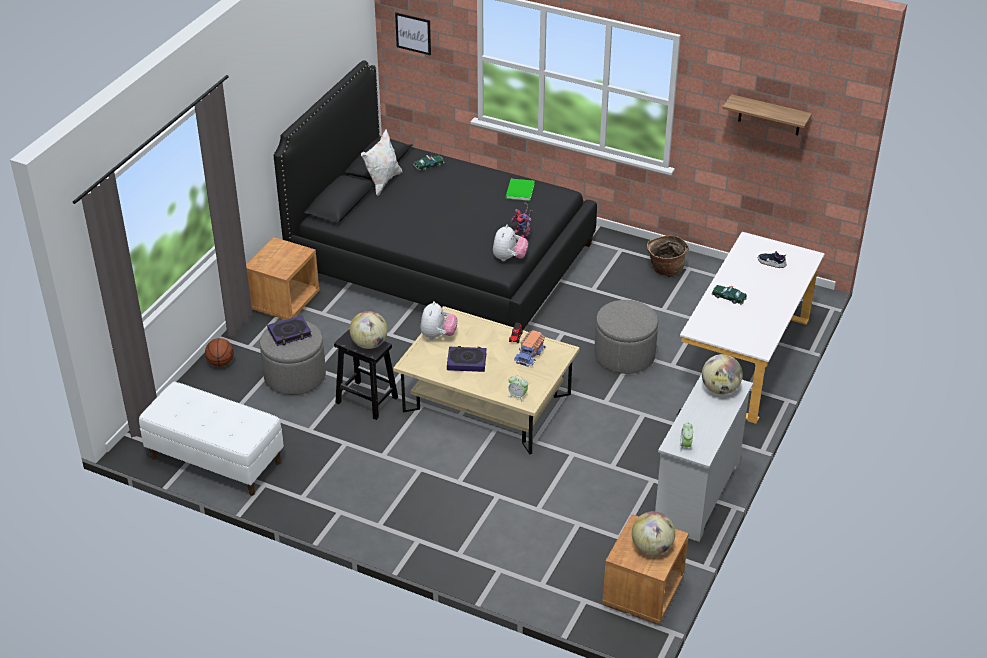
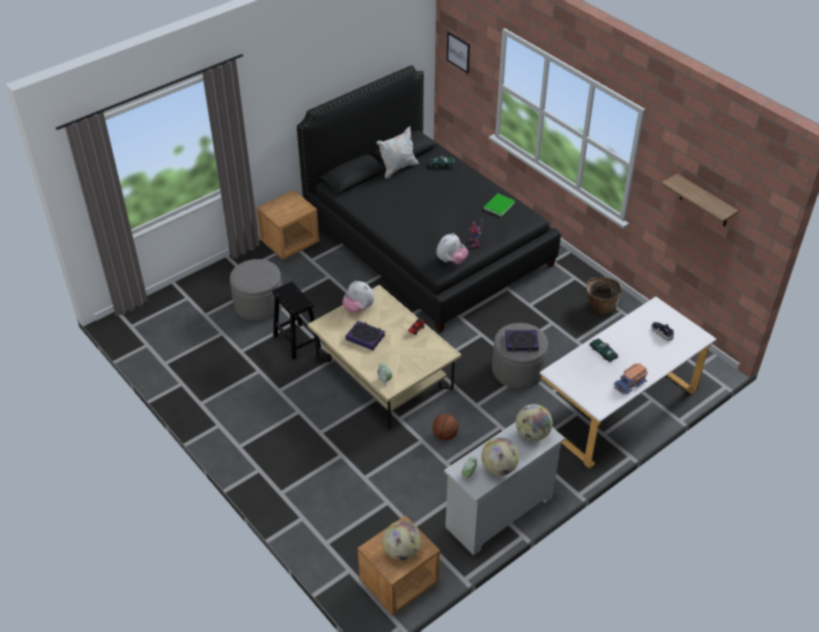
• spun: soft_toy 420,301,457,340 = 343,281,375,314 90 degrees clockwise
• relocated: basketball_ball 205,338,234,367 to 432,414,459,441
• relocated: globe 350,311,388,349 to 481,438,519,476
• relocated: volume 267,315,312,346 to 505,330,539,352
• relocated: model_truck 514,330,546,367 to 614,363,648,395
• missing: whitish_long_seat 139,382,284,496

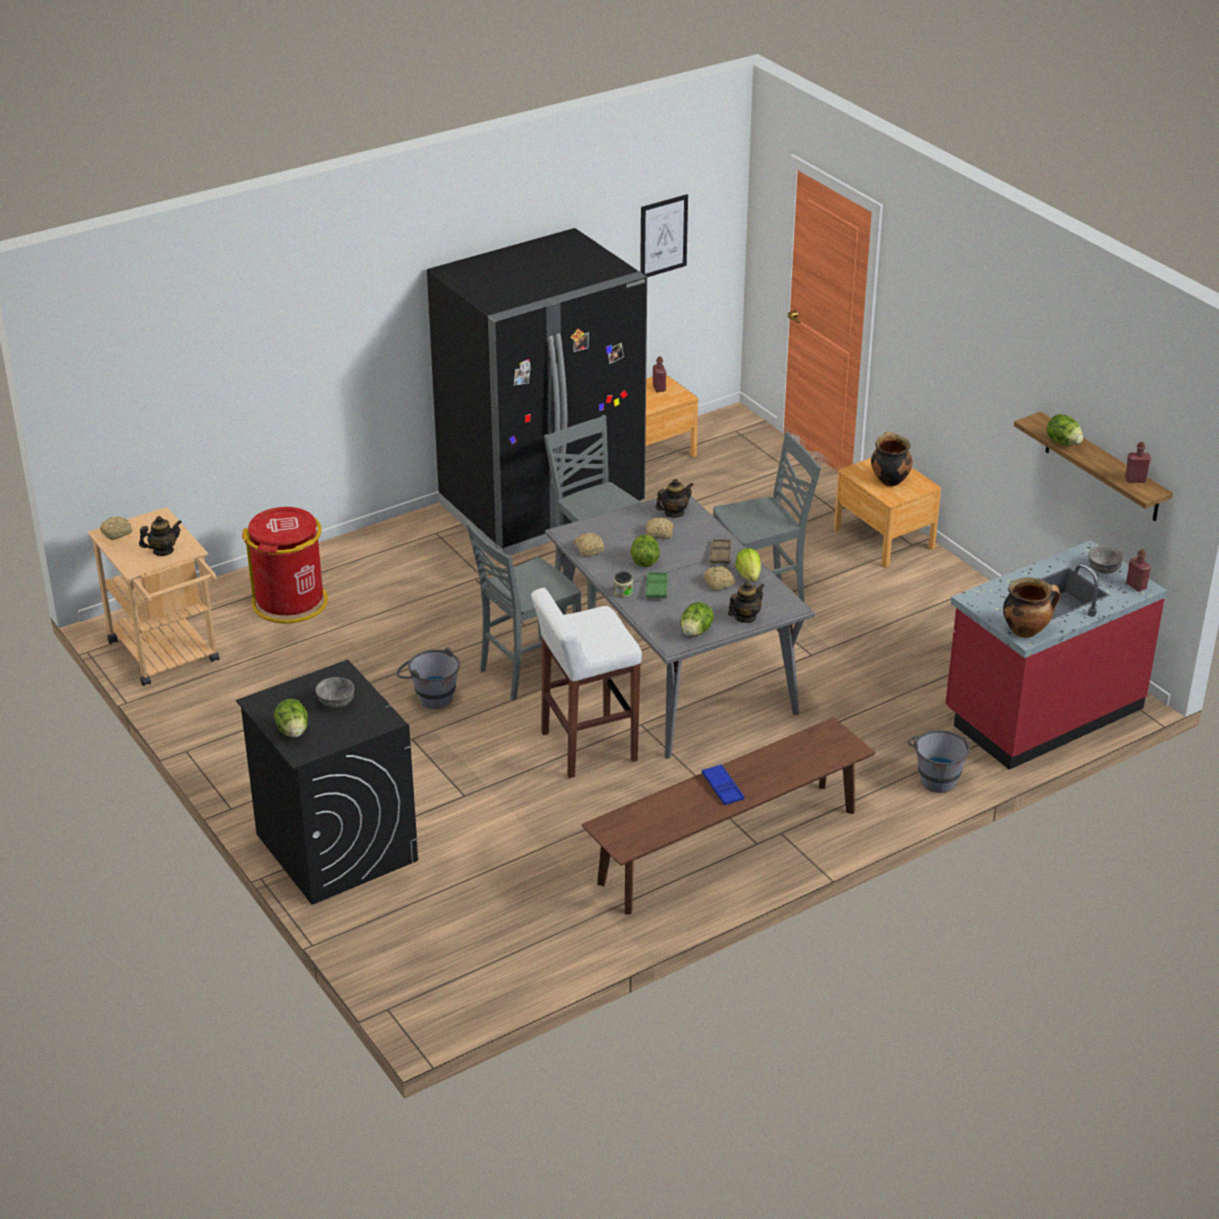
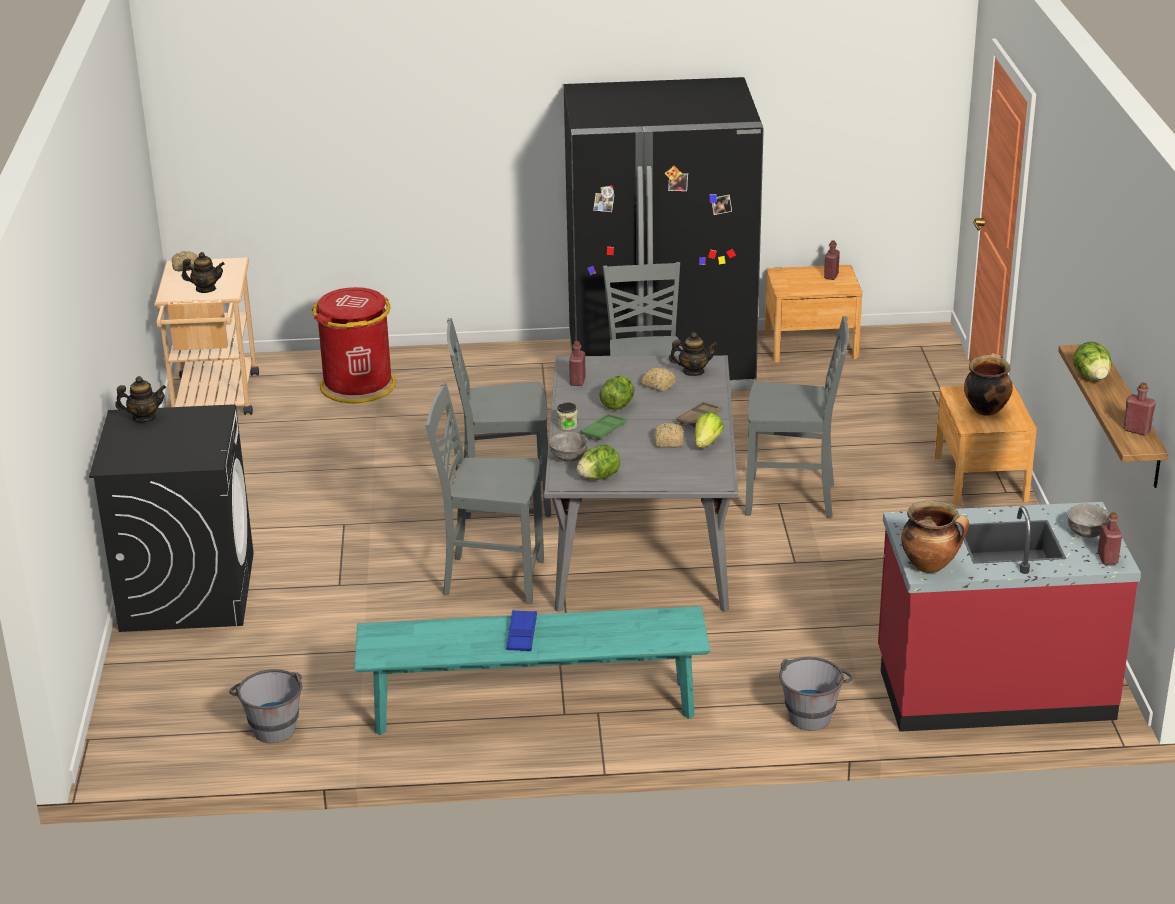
• relocated: pot_for_tea 728,581,765,623 to 115,376,166,423
• relocated: gray_bucket 396,647,460,709 to 229,669,302,744
• colour: brown_long_seat 581,717,875,914 to blue-green_long_seat 354,606,710,735
• exchanged: whitish_sitting_stool 531,588,642,778 to gray_chair 425,383,544,604
• relocated: gray_bowl 316,677,354,708 to 549,432,588,462
• exchanged: bakery_bread 574,533,604,556 to red_bottle 569,341,586,386
• missing: head_of_lettuce 274,699,308,738
• missing: picture 640,194,688,277

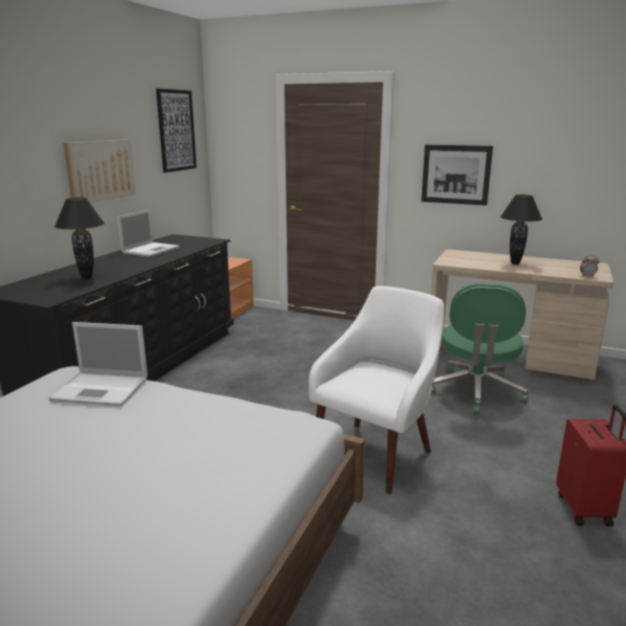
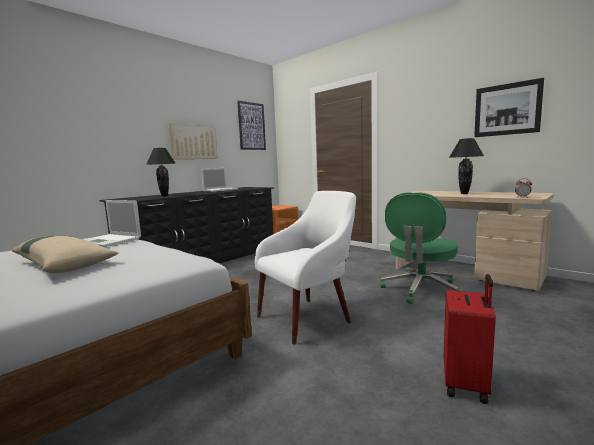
• appeared: beige_pillow 12,236,118,273
• relocated: picture 421,145,493,205 to 474,78,544,137

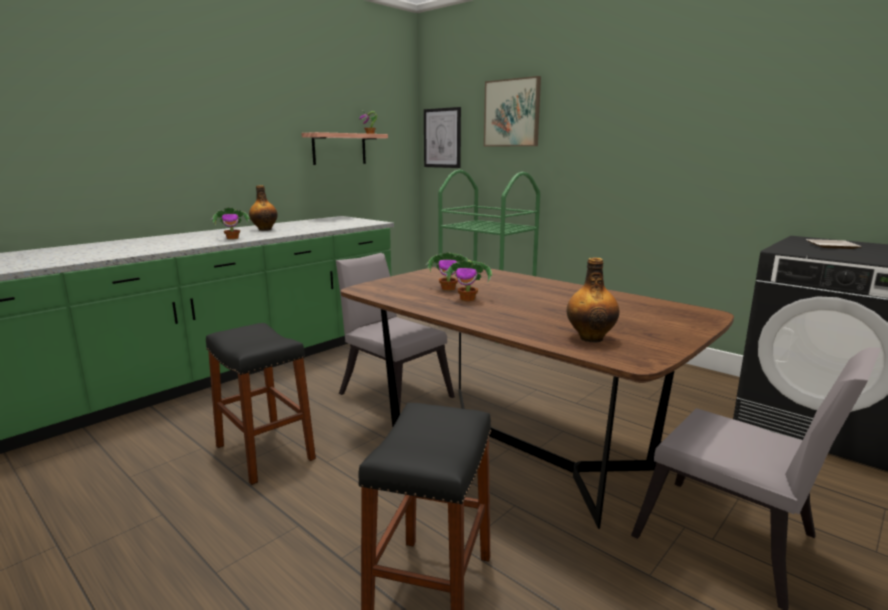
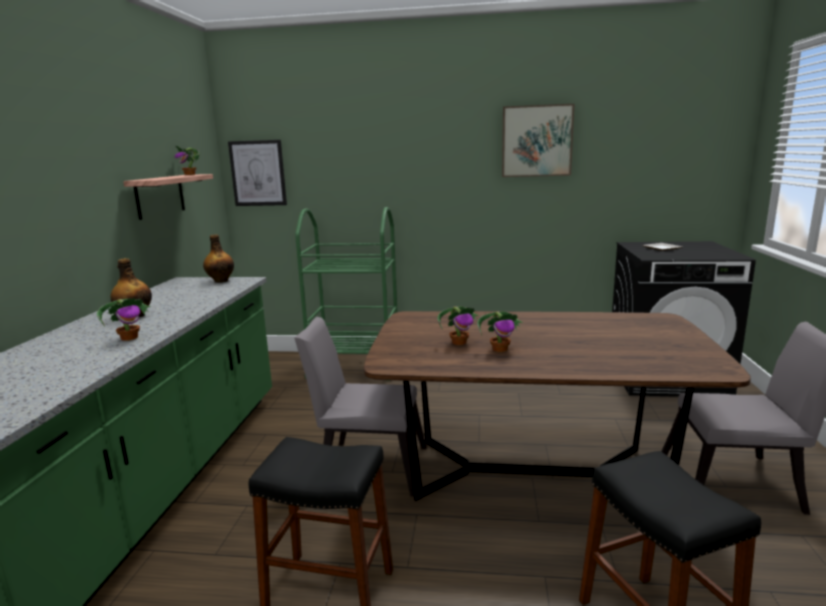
• relocated: bottle 567,258,620,343 to 203,234,234,283
• relocated: picture 484,76,541,146 to 502,104,575,177

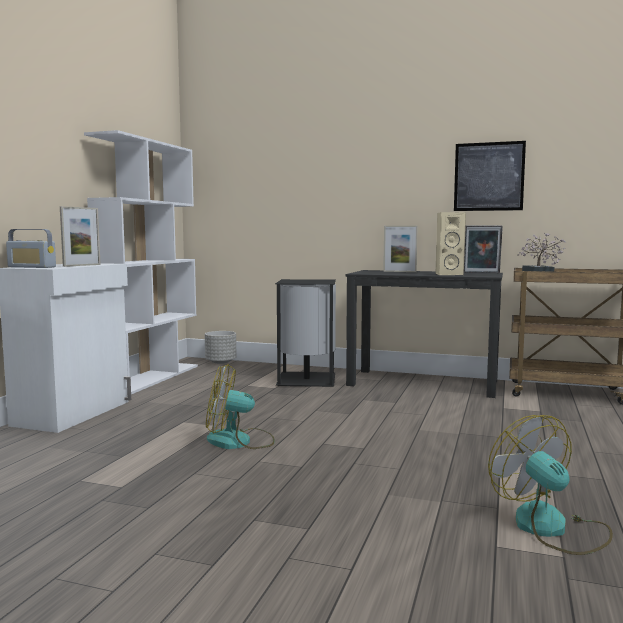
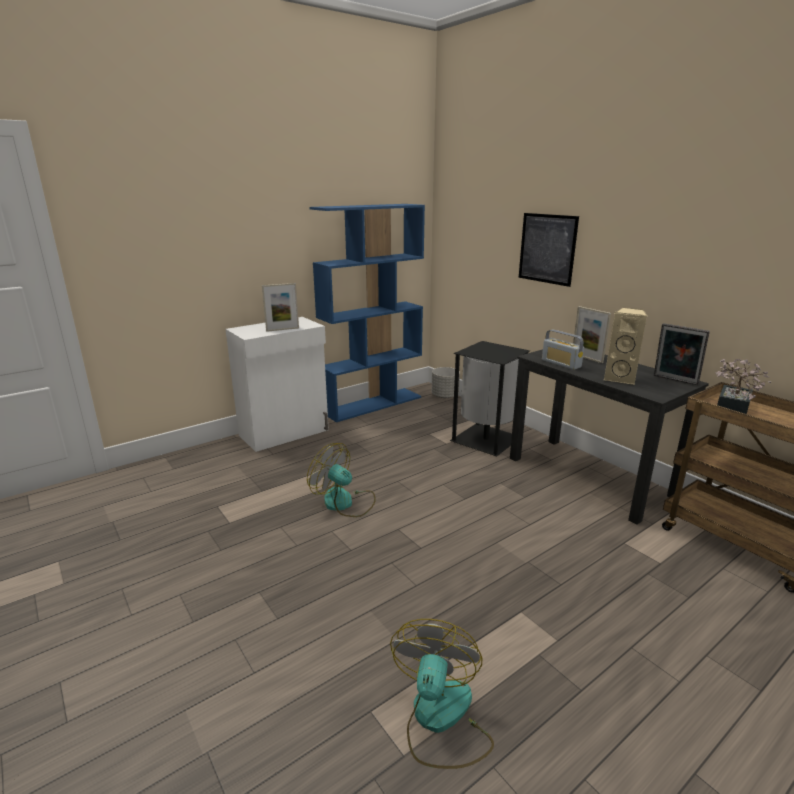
• colour: whitish_bookcase 84,130,198,394 to blue-coloured_bookcase 309,204,425,422
• relocated: picture 454,141,526,211 to 519,213,579,287
• relocated: radio_receiver 6,229,56,268 to 542,330,584,370

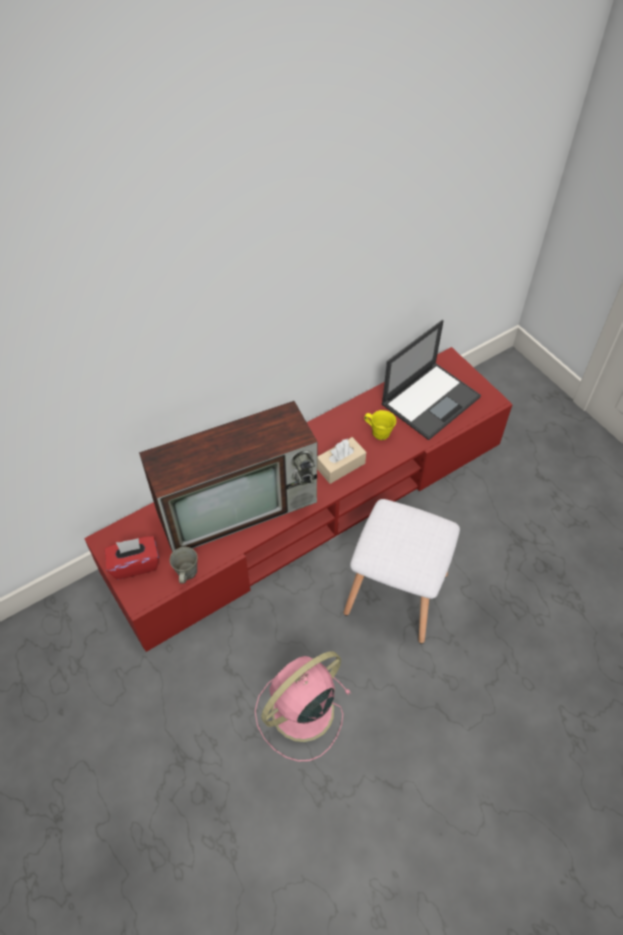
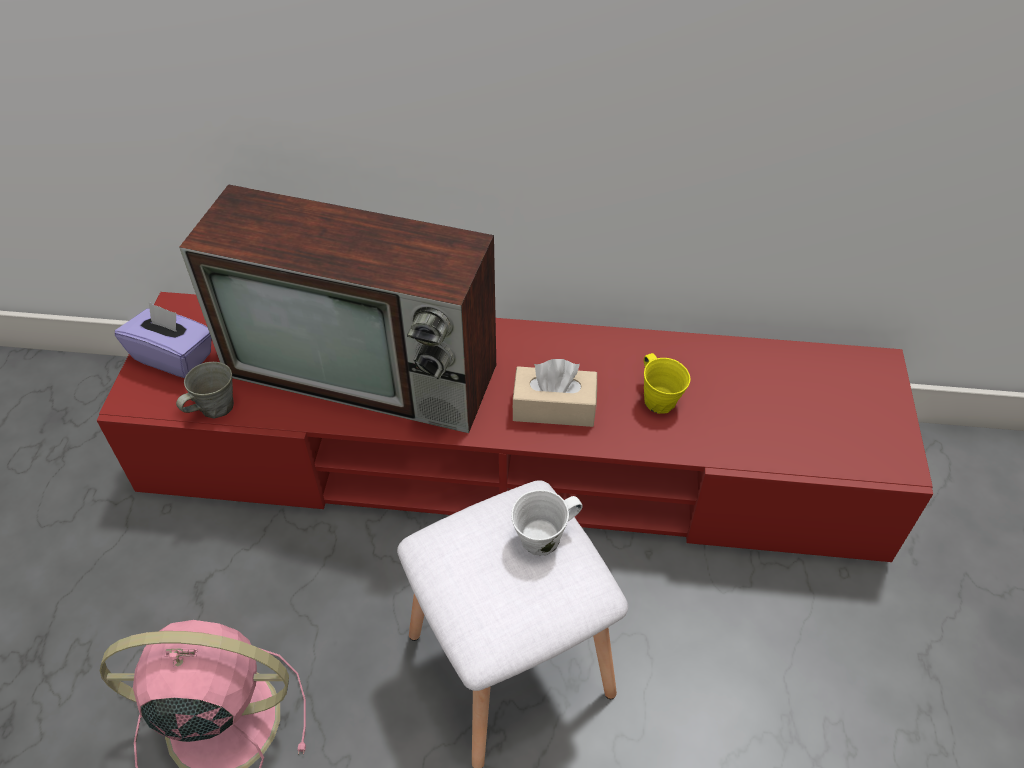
• colour: red_box_of_tissues 104,536,159,580 to purple-coloured_box_of_tissues 115,302,212,378
• appeared: whitish_coffee_mug 511,490,583,555
• missing: portable_computer 381,320,481,440

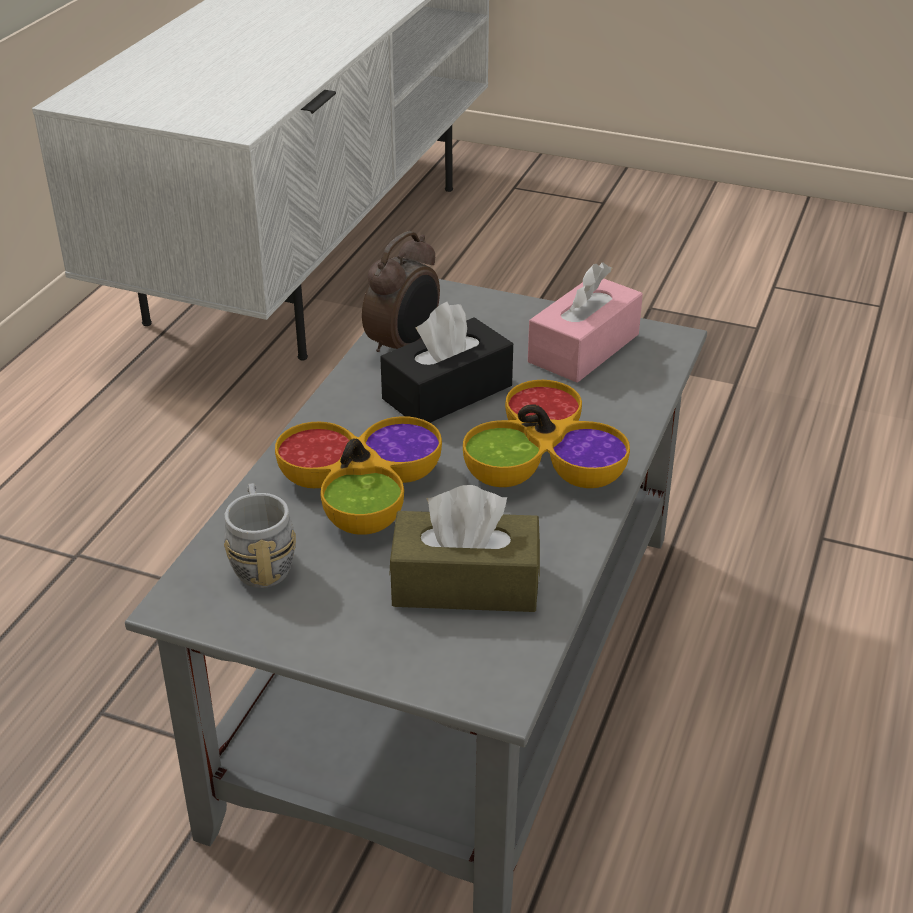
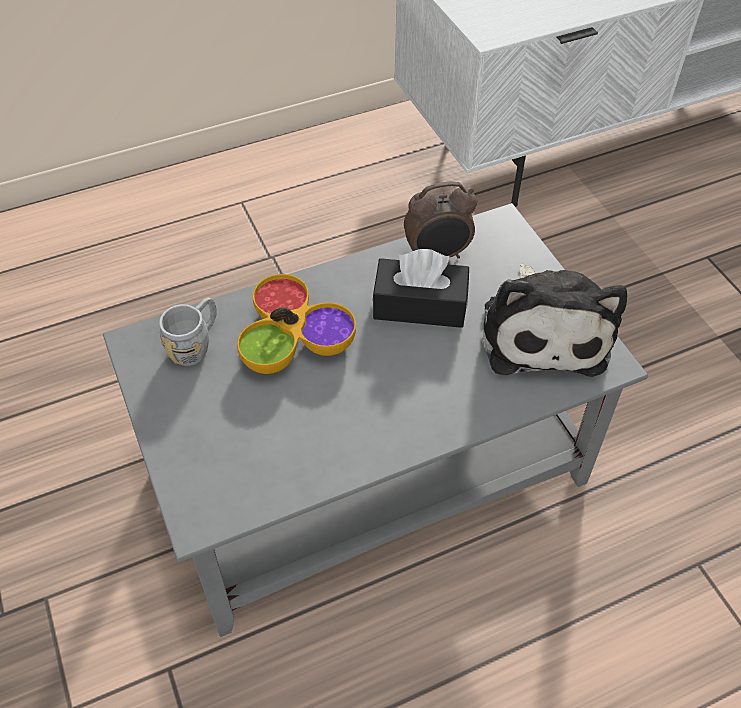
• exchanged: pinkish_box_of_tissues 528,262,643,383 to soft_toy 482,264,627,377
• missing: brown_box_of_tissues 389,485,540,612
• missing: bowl 463,380,630,488

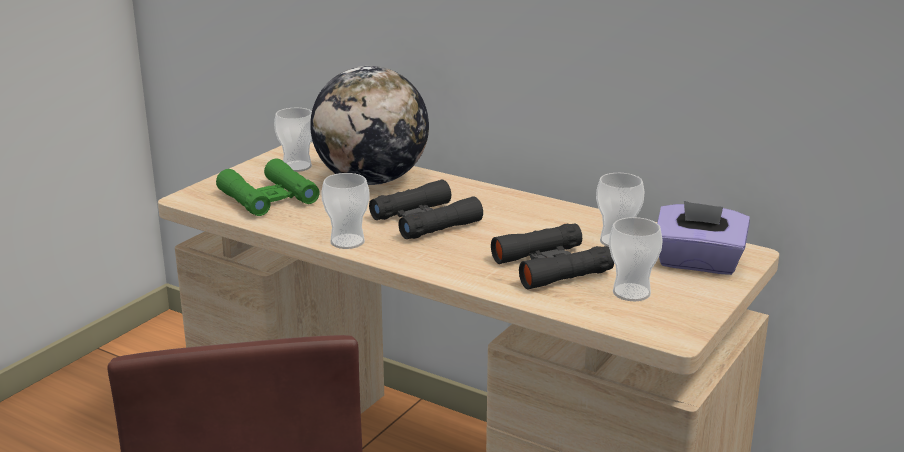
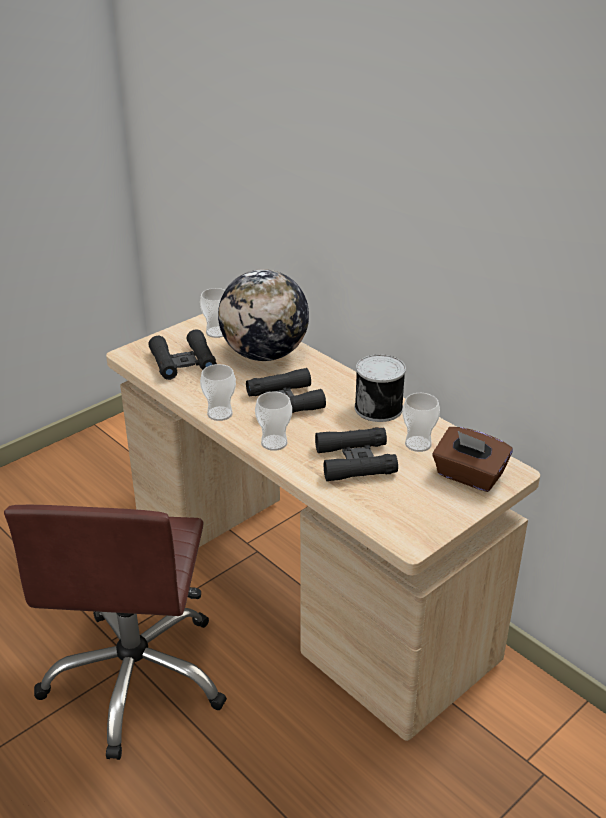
• colour: green-coloured_pair_of_binoculars 216,159,320,216 to blackish_pair_of_binoculars 148,329,217,380
• relocated: small_cup 609,217,663,301 to 255,392,292,451
• appeared: sealed_can 355,354,406,422
• colour: purple-coloured_box_of_tissues 657,201,750,275 to brown_box_of_tissues 432,427,513,492

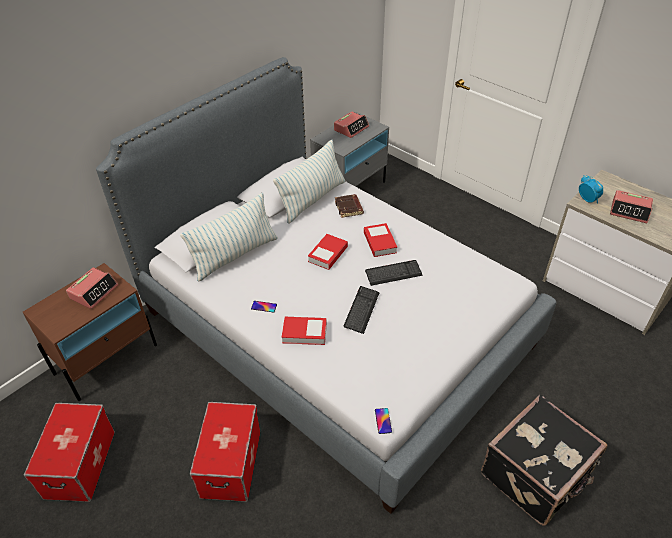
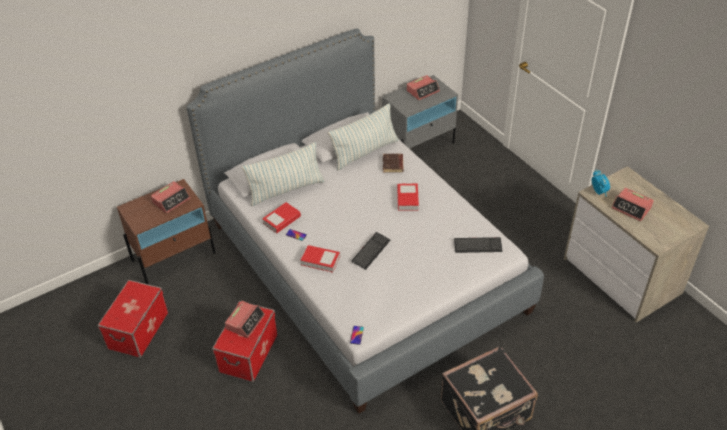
• appeared: bedside_clock 225,301,265,338
• relocated: volume 308,234,348,270 to 262,202,301,234
• relocated: keyboard 365,260,422,286 to 454,237,502,253

